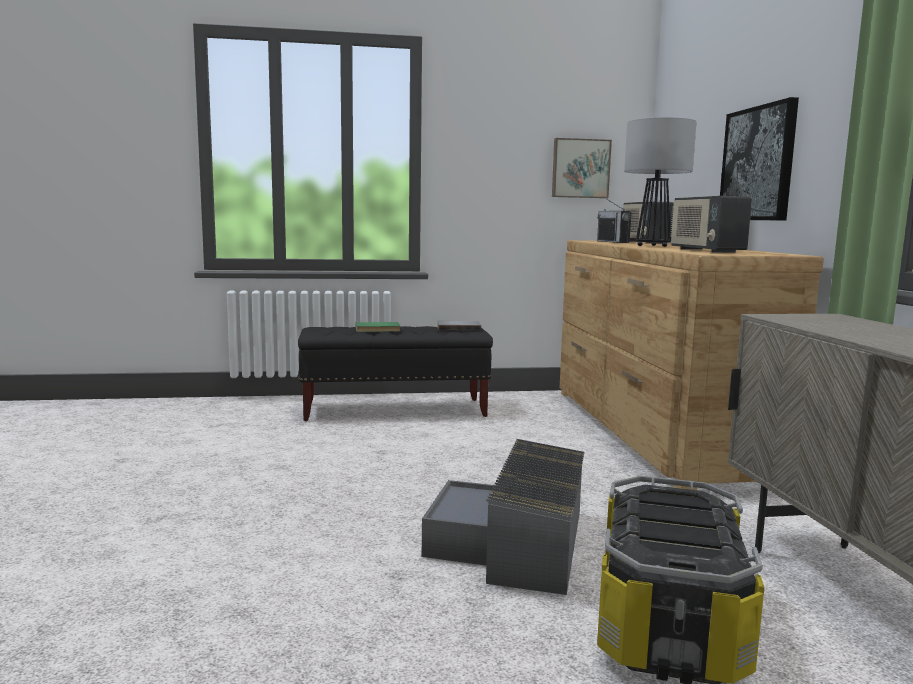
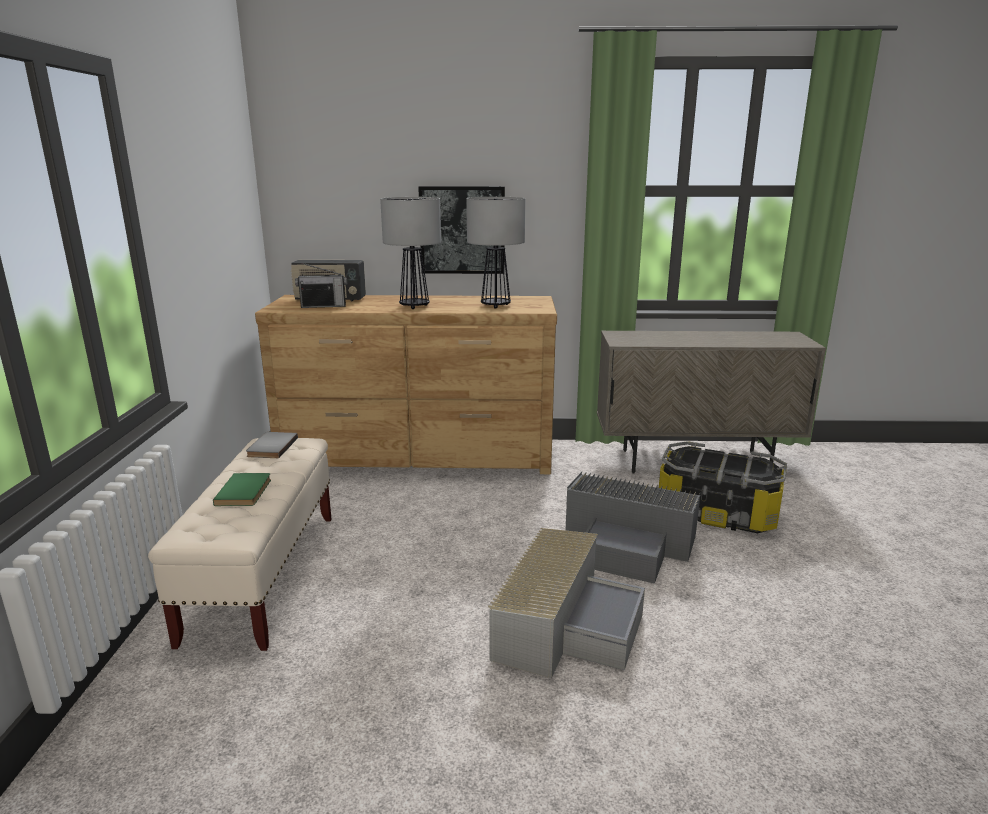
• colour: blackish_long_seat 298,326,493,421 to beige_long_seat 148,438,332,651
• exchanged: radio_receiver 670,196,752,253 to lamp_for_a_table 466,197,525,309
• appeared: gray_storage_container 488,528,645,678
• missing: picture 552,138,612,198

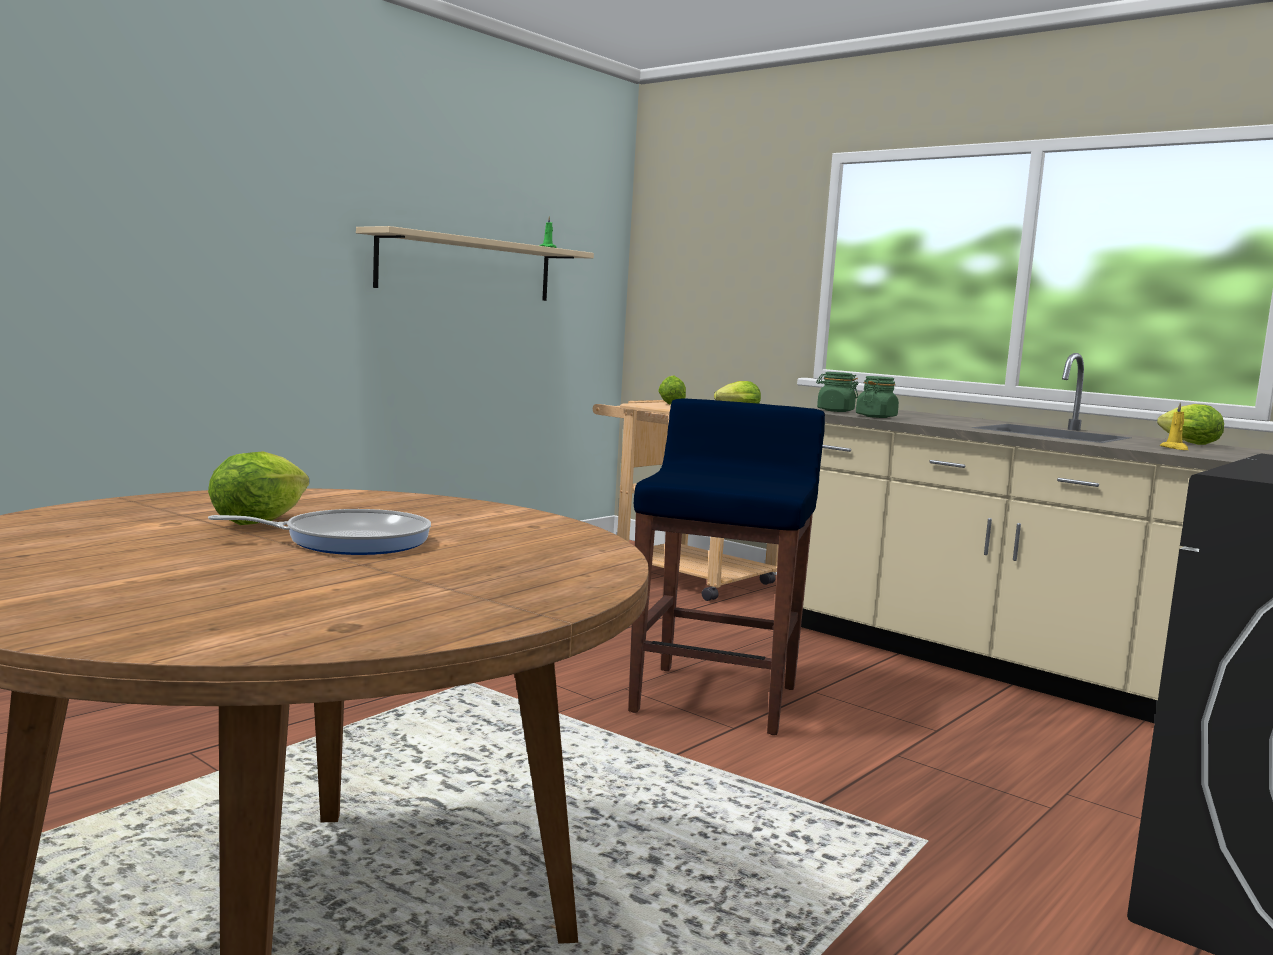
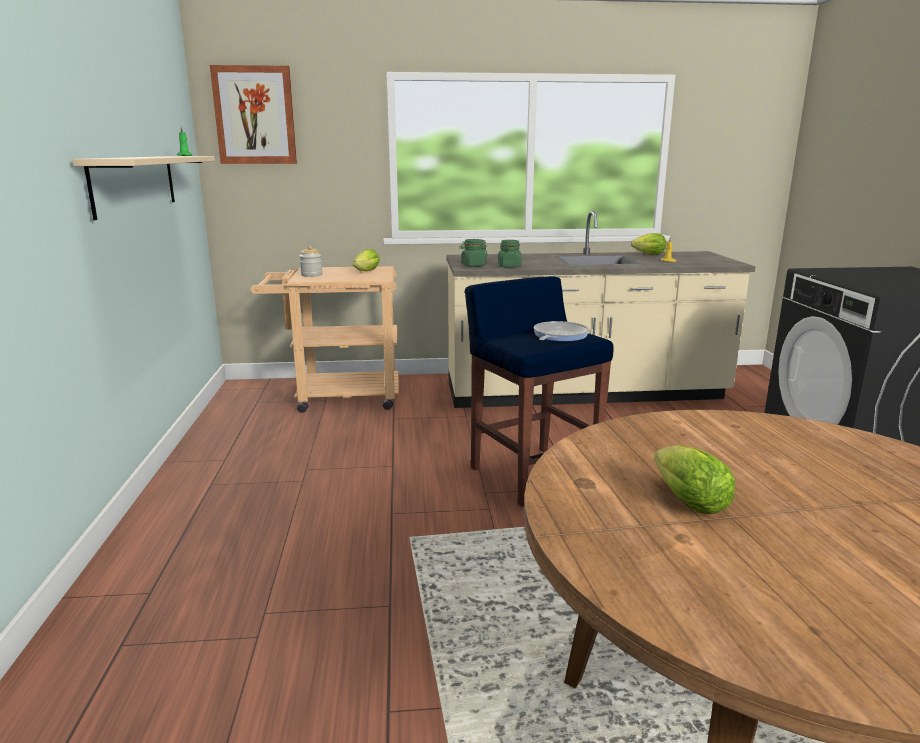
• appeared: picture 210,65,297,164
• exchanged: head_of_lettuce 658,375,686,405 to jar 300,246,323,277
• relocated: skillet 208,509,431,555 to 534,321,589,342

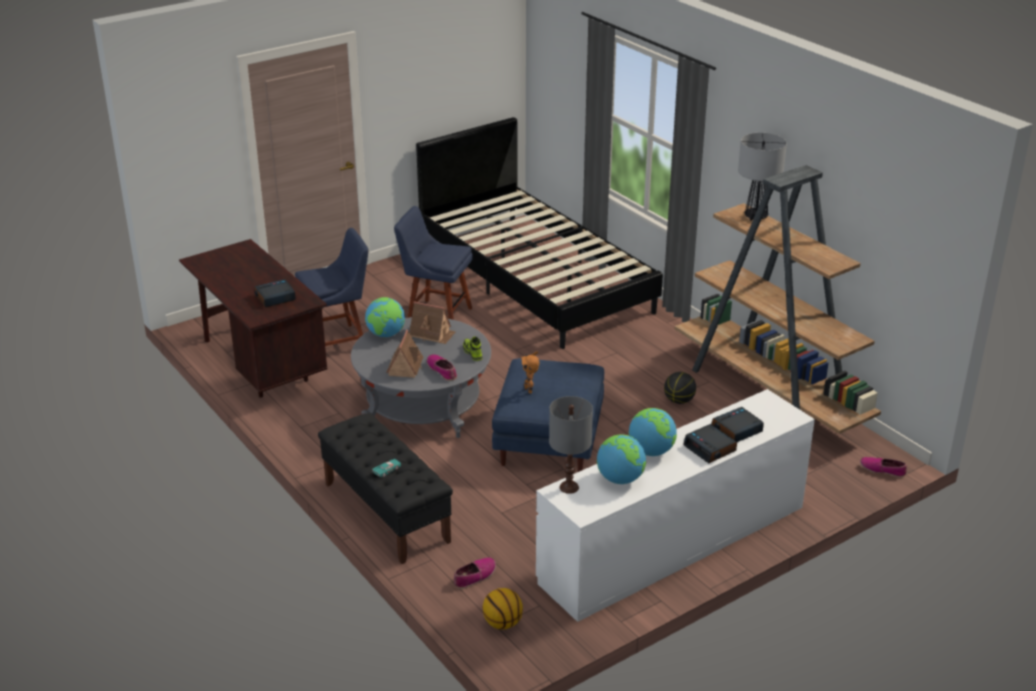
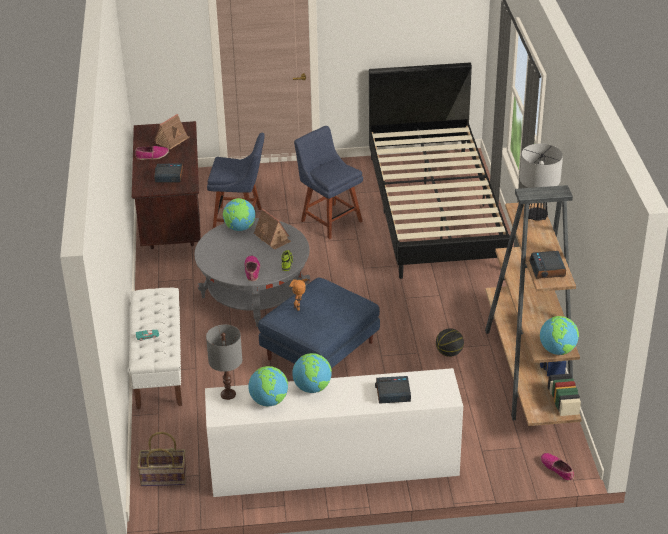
• colour: blackish_long_seat 318,413,453,564 to whitish_long_seat 129,288,182,409
• relocated: low_shoe 454,558,496,589 to 135,146,169,160
• exchanged: basketball_ball 483,588,523,630 to storage_basket 137,432,187,486
• relocated: model_house 386,330,423,378 to 154,114,189,150
• relocated: bedside_clock 683,424,737,463 to 529,251,566,279
• appeared: globe 540,316,579,355

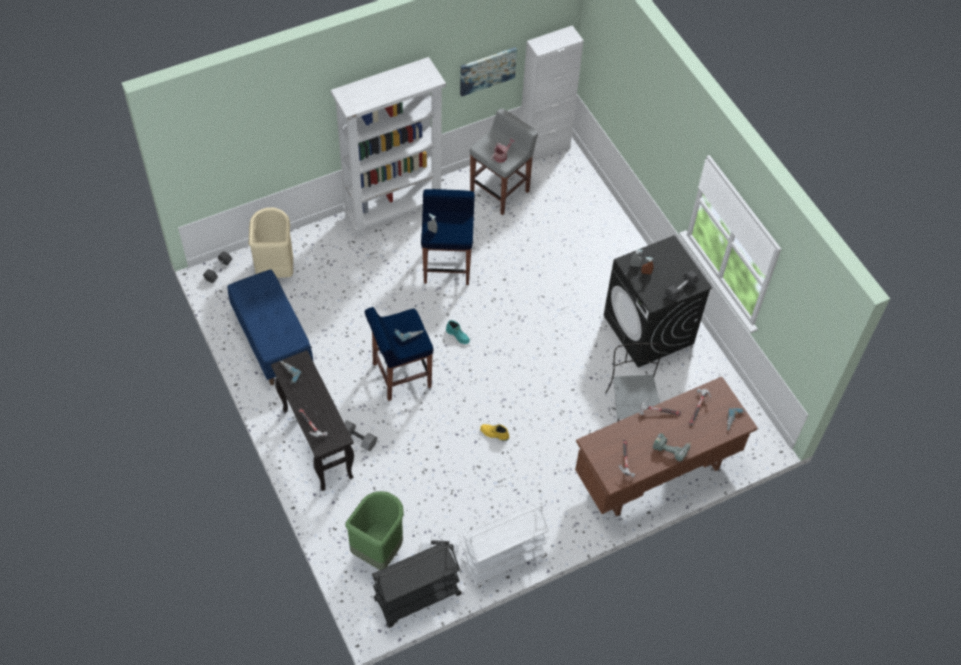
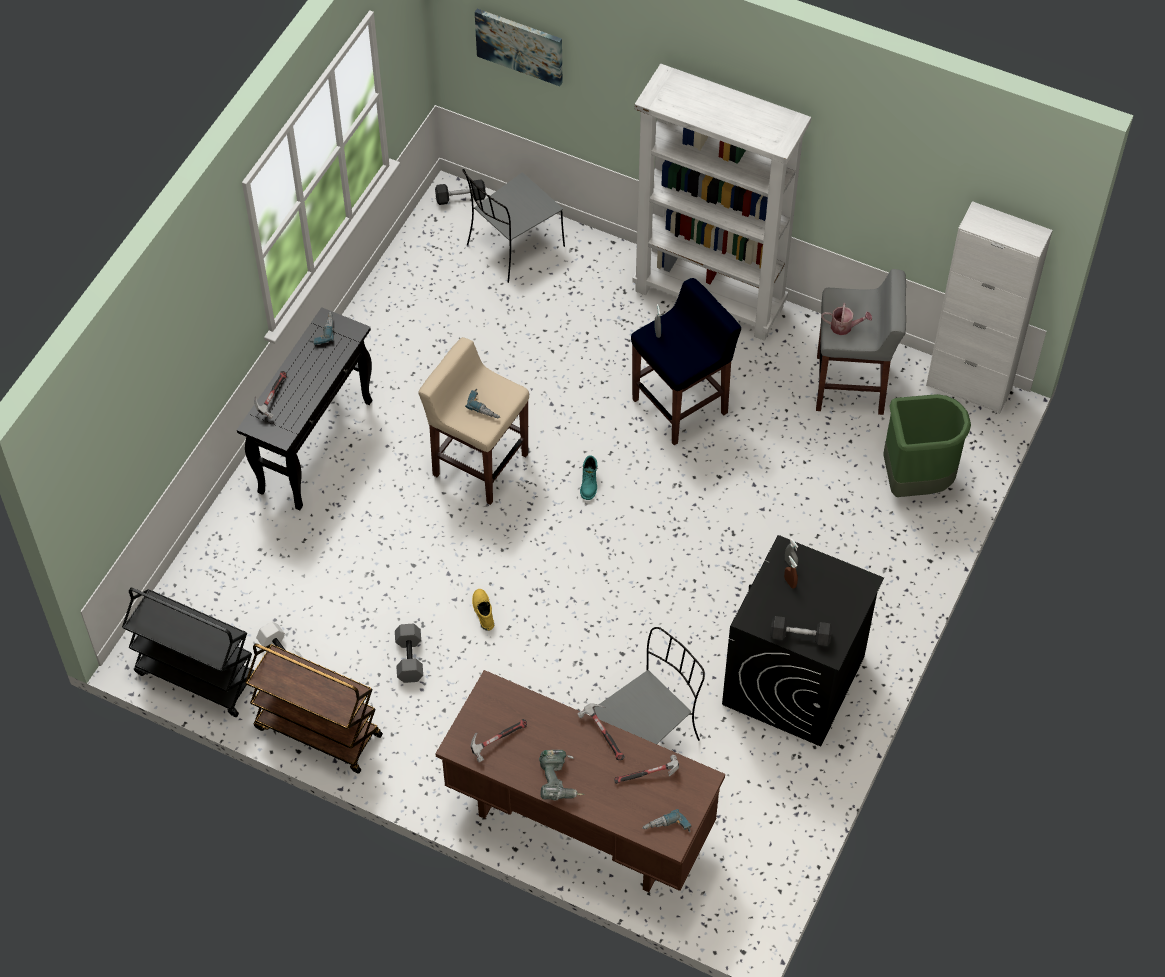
• colour: whitish_wheeled_cart 461,504,549,588 to brown_wheeled_cart 245,643,383,773
• relocated: gray_dumbbell 344,420,377,451 to 395,624,423,683
• colour: blue-coloured_sitting_stool 365,307,434,401 to beige_sitting_stool 418,337,529,505
• exchanged: beige_waste_bin 249,208,293,278 to gray_chair 462,169,565,283
• relocated: picture 460,47,517,97 to 475,9,562,86
• relocated: green-coloured_waste_bin 345,491,404,570 to 883,394,971,497
• missing: blue-coloured_long_seat 227,269,313,385

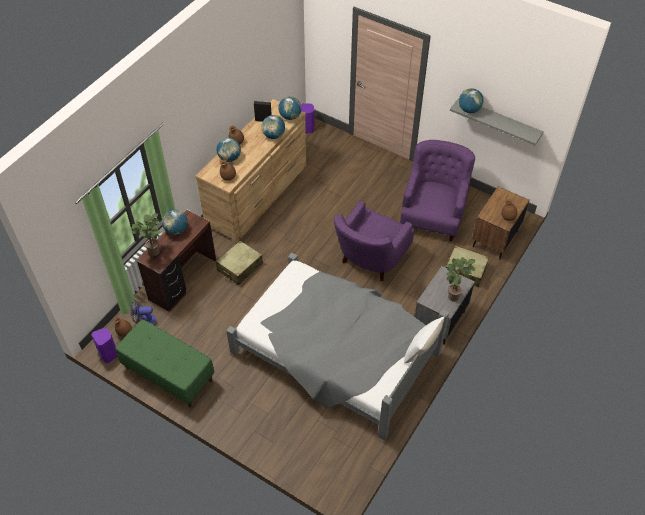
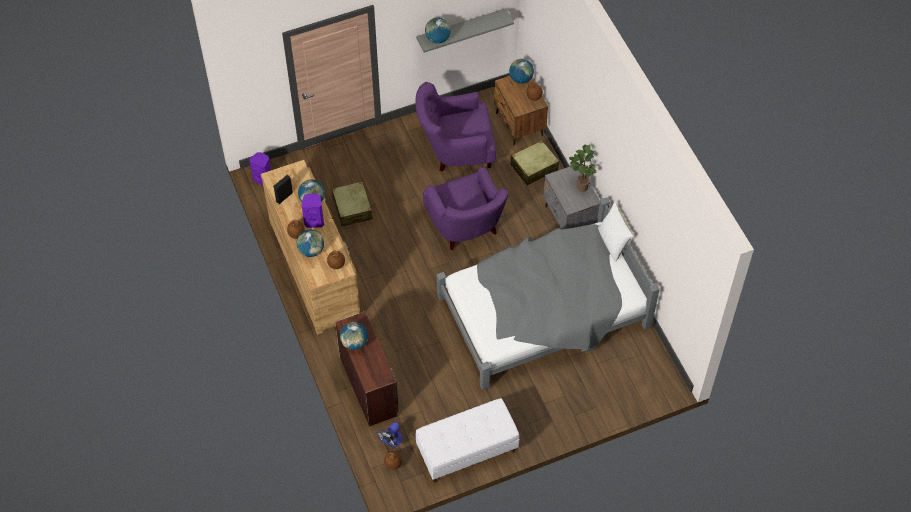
• relocated: purple-coloured_speaker 91,328,118,363 to 302,193,324,228
• relocated: beige_suitcase 216,241,263,285 to 332,181,373,226
• spun: purple-coloured_easy_chair 400,140,475,241 = 415,82,496,172 60 degrees counterclockwise
• colour: green-coloured_long_seat 115,319,214,407 to whitish_long_seat 416,398,519,482
• relocated: globe 278,96,302,120 to 509,59,534,84
• missing: plant_in_a_pot 131,213,161,256

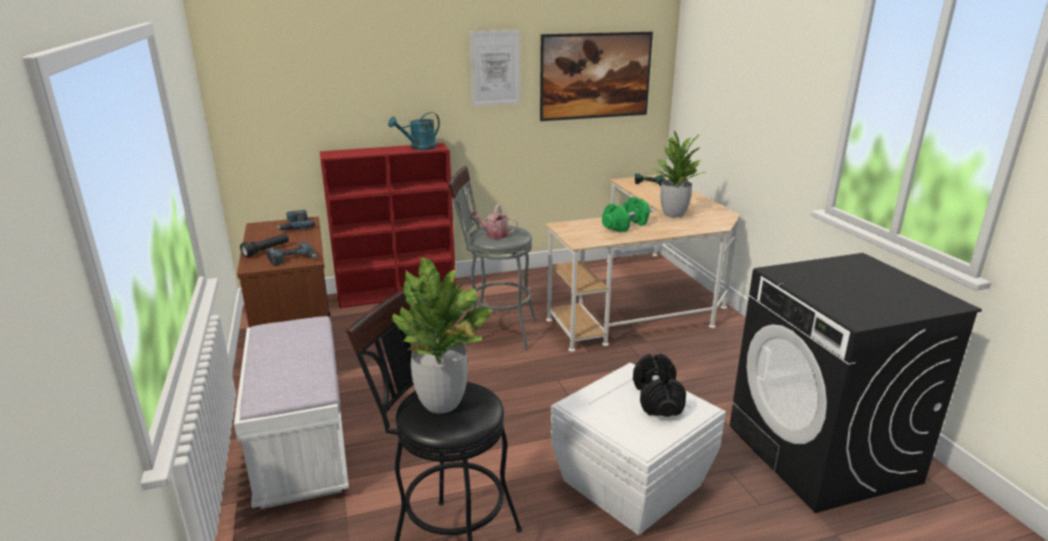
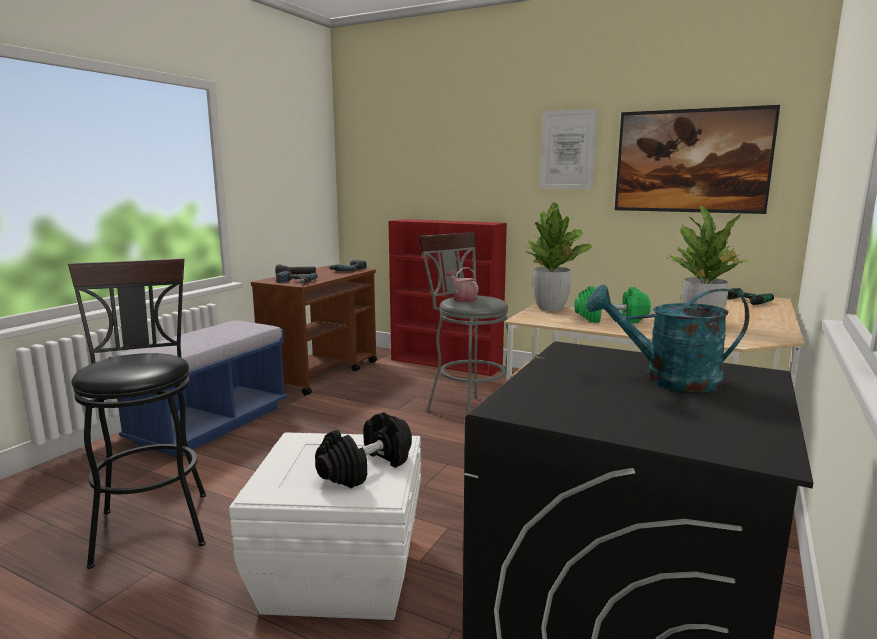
• colour: whitish_long_seat 234,316,349,509 to blue-coloured_long_seat 109,320,288,457
• relocated: plant_in_a_pot 392,257,494,414 to 527,202,593,311
• relocated: blue-green_watering_pot 388,112,440,150 to 586,285,750,392

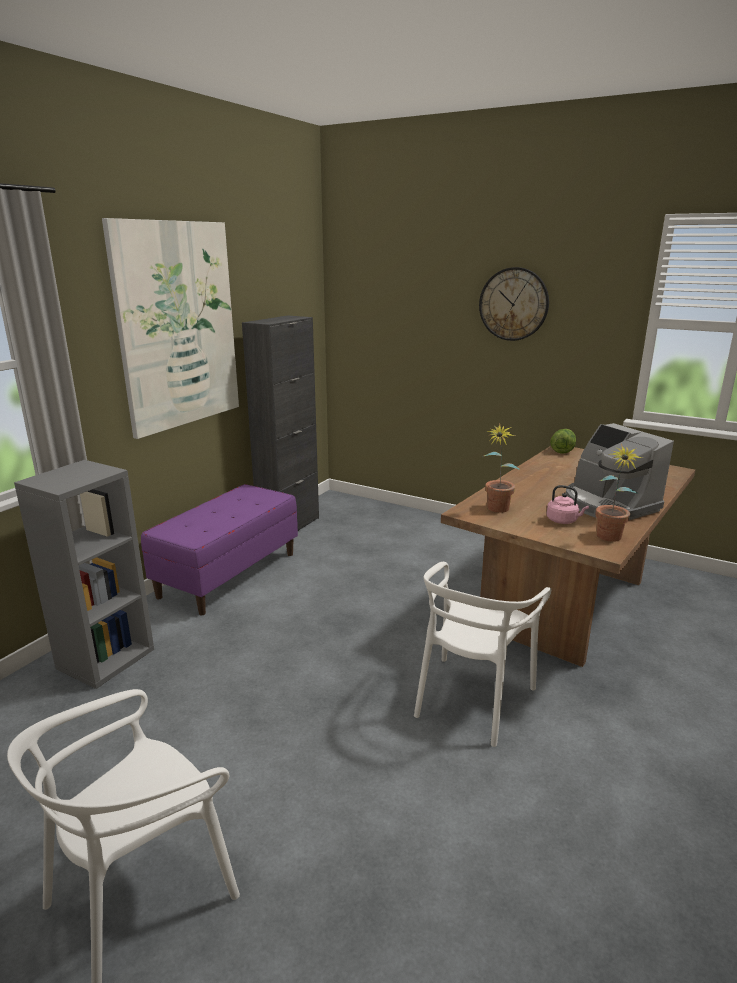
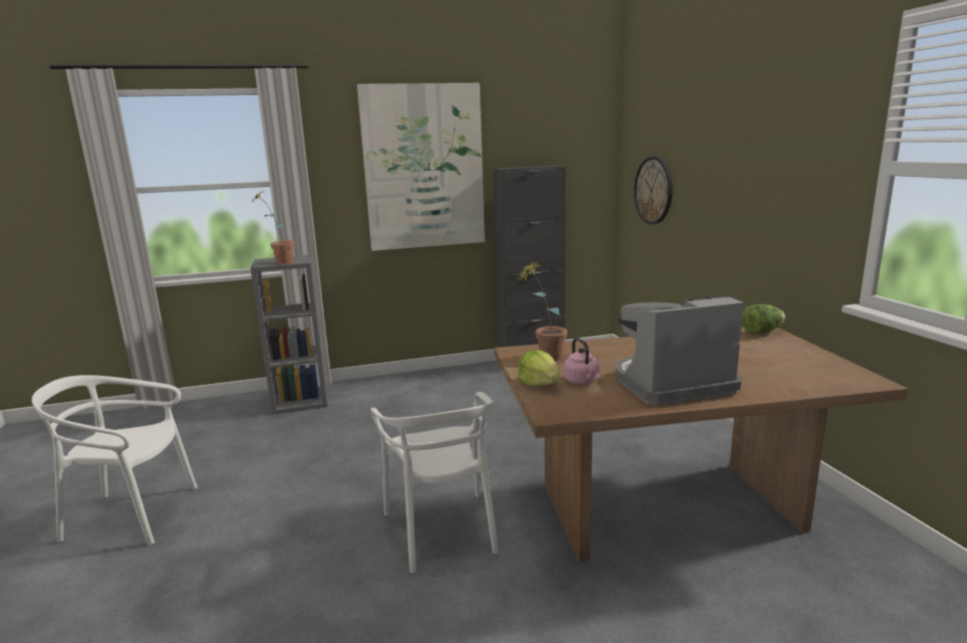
• relocated: plant_in_a_pot 595,444,643,542 to 252,191,295,264
• spun: whitish_chair 414,562,551,747 = 371,392,499,573 90 degrees counterclockwise
• appeared: head_of_lettuce 518,350,560,386
• spun: coffee_maker 566,423,674,520 = 616,295,744,406 60 degrees clockwise
• relocated: clock_on_the_wall 479,267,549,341 to 634,157,672,224
• missing: purple-coloured_long_seat 141,484,298,615

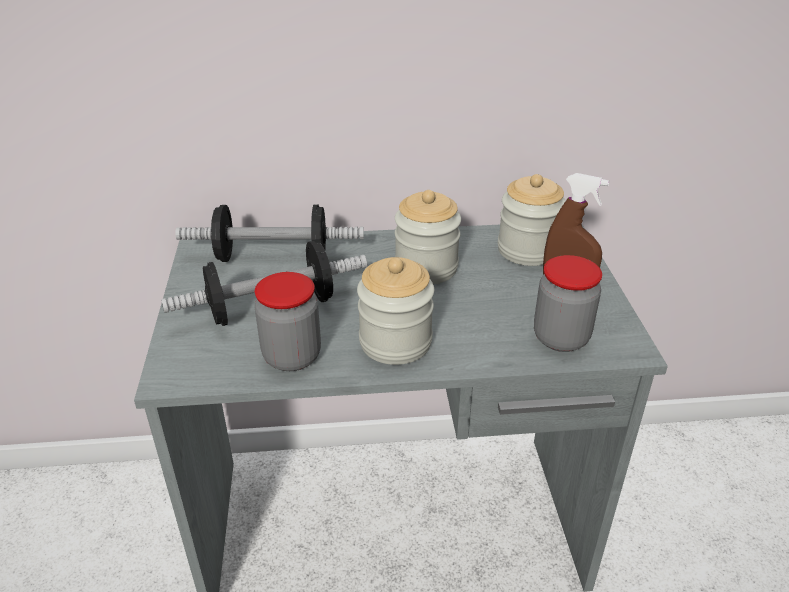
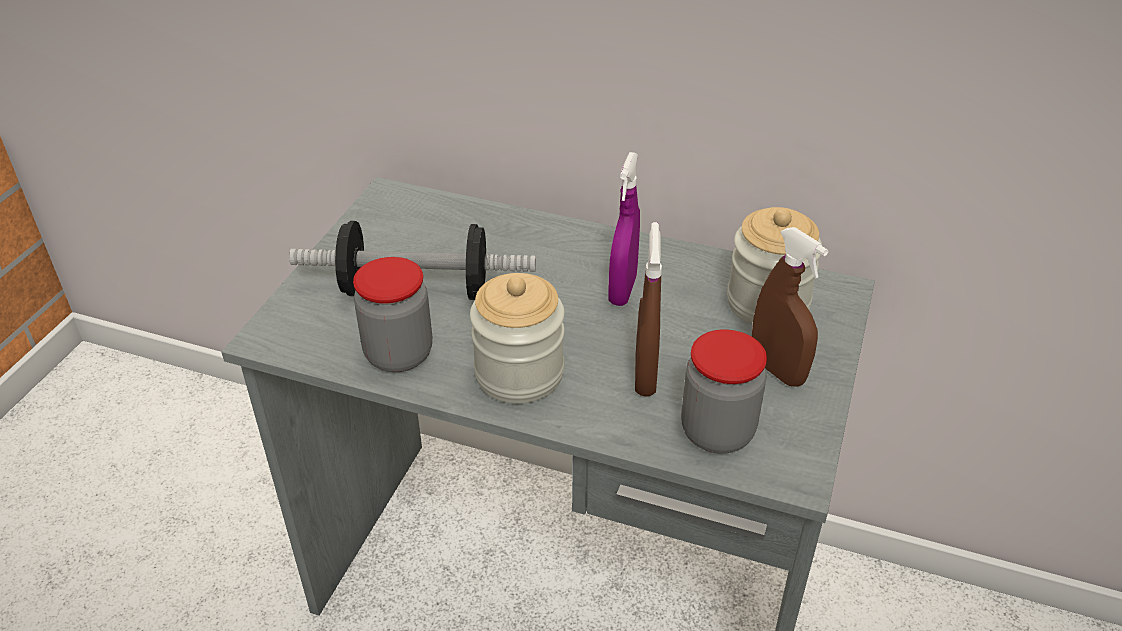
• exchanged: jar 395,190,461,284 to purple-coloured_spray_bottle 608,152,640,306
• appeared: brown_spray_bottle 635,222,662,396
• missing: dumbbell 175,205,364,262

